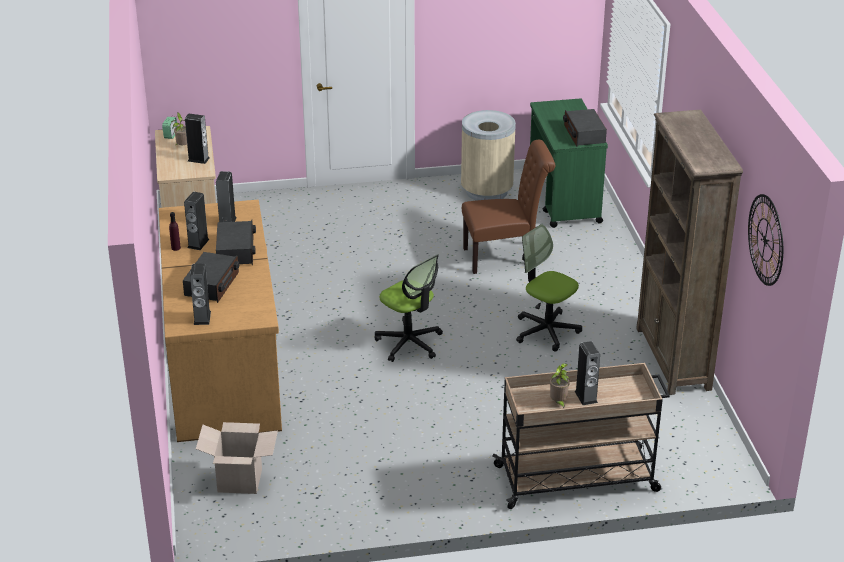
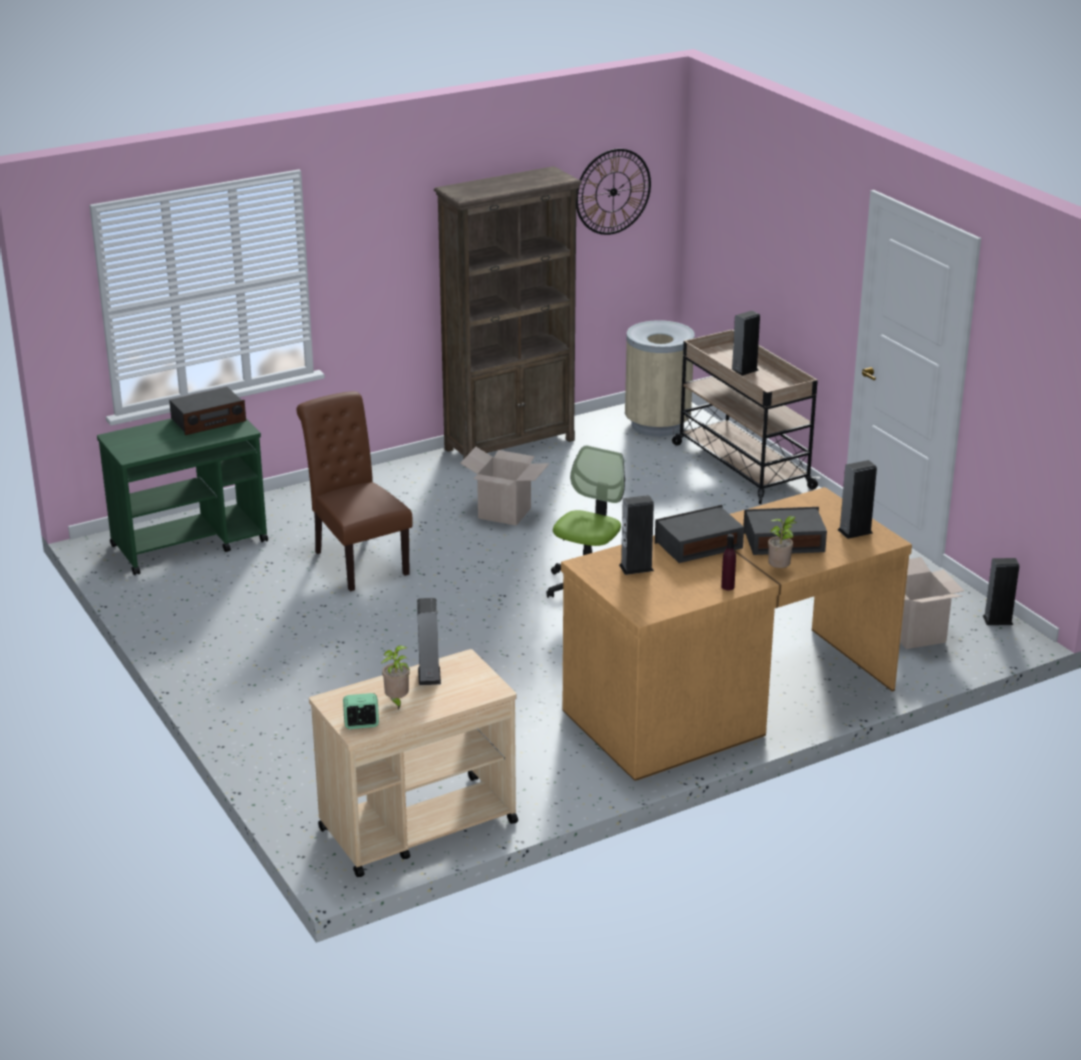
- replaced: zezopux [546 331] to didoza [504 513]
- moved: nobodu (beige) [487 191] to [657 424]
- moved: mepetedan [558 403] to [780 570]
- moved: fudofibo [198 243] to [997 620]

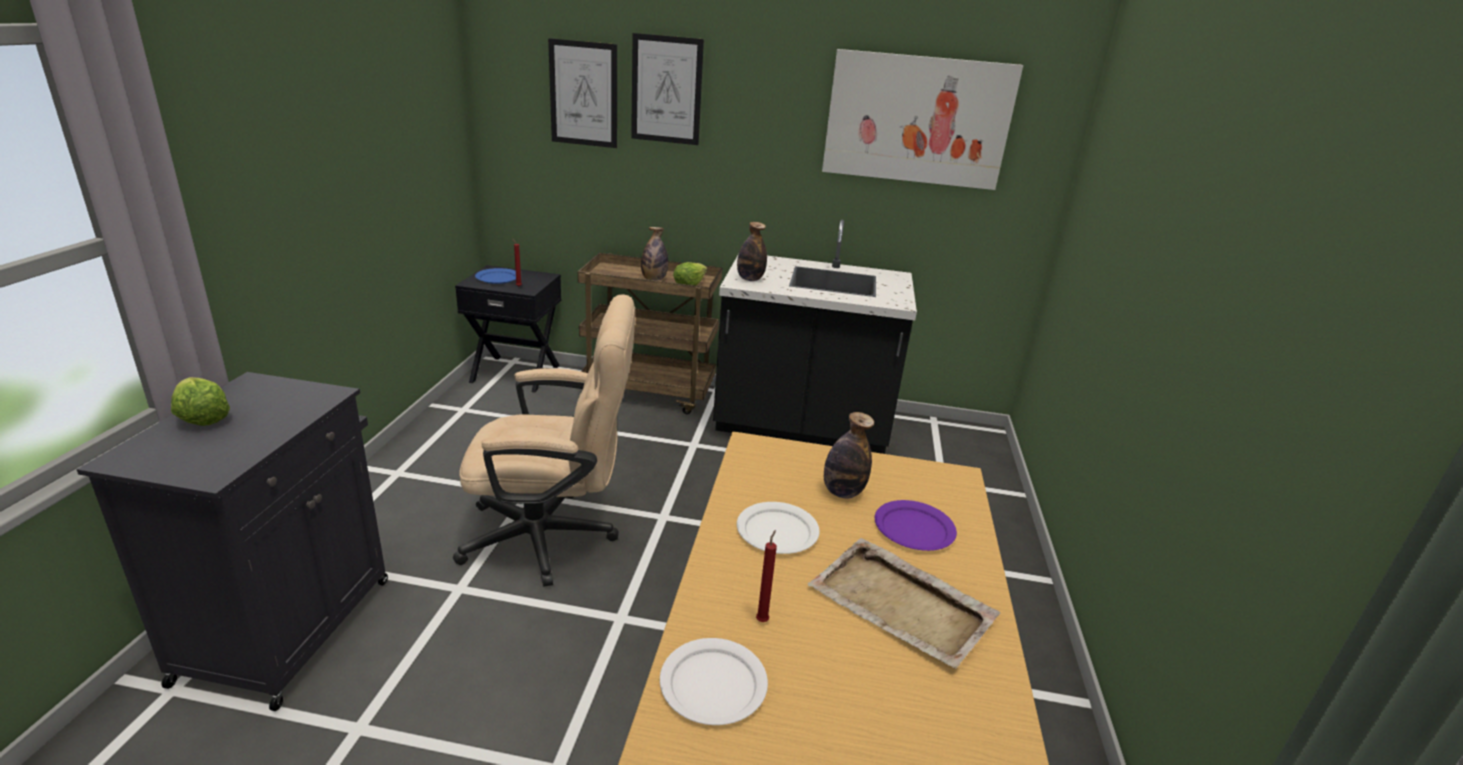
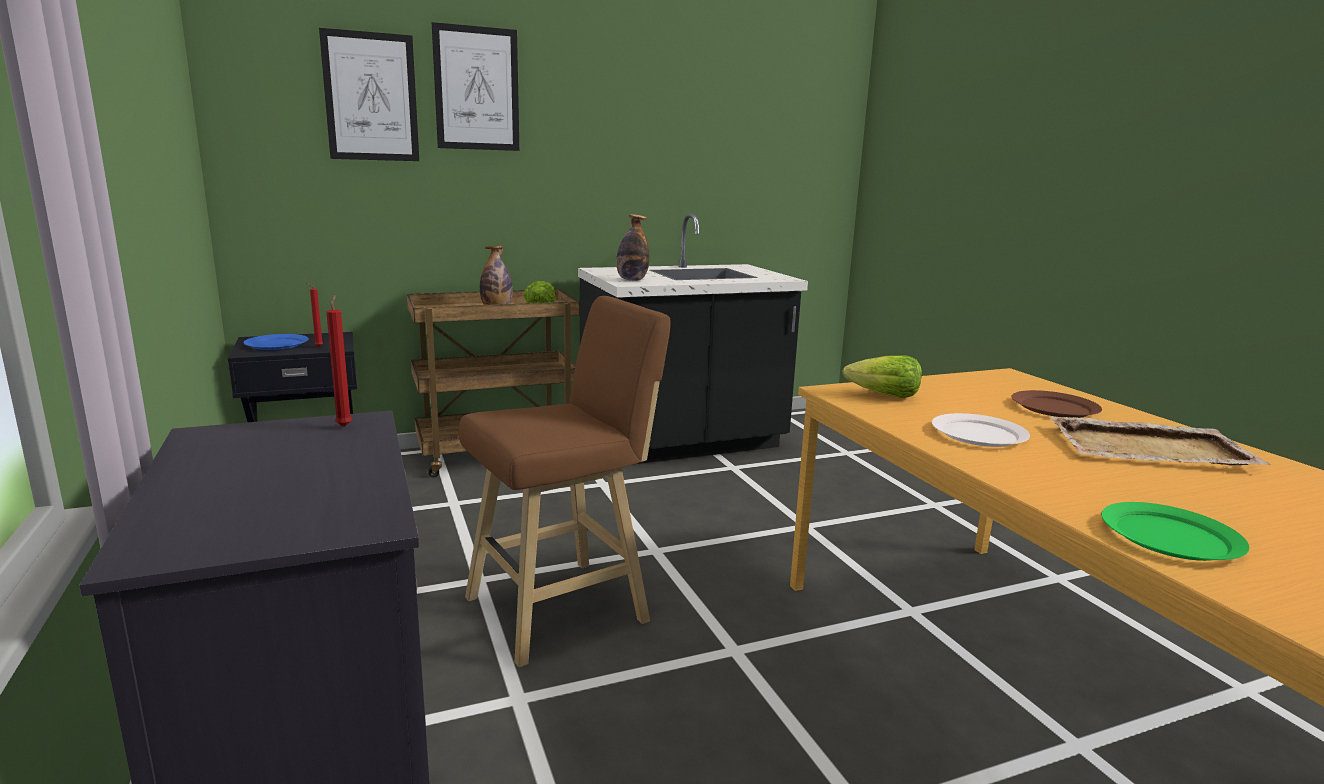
- moved: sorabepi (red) [762 620] to [344 426]
- replaced: zezopux (beige) [553 537] to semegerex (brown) [564 608]
- moved: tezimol [201 417] to [883 396]
- recoloured: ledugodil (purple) [913 528] to ledugodil (brown) [1053 407]
- recoloured: ledugodil (white) [713 685] to ledugodil (green) [1171 537]
- removed: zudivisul [917 120]
- removed: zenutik [842 492]

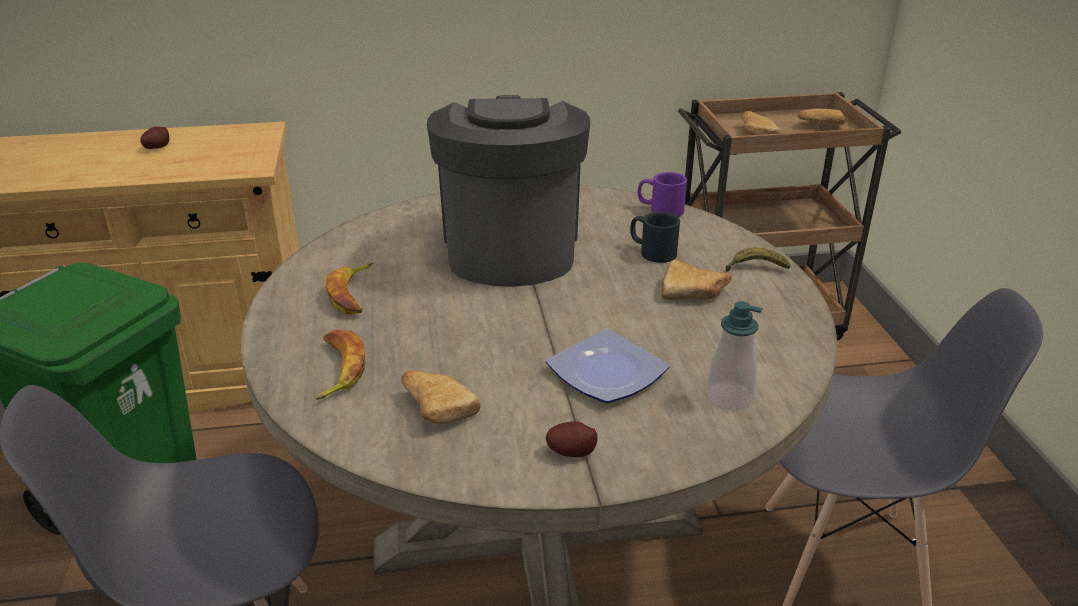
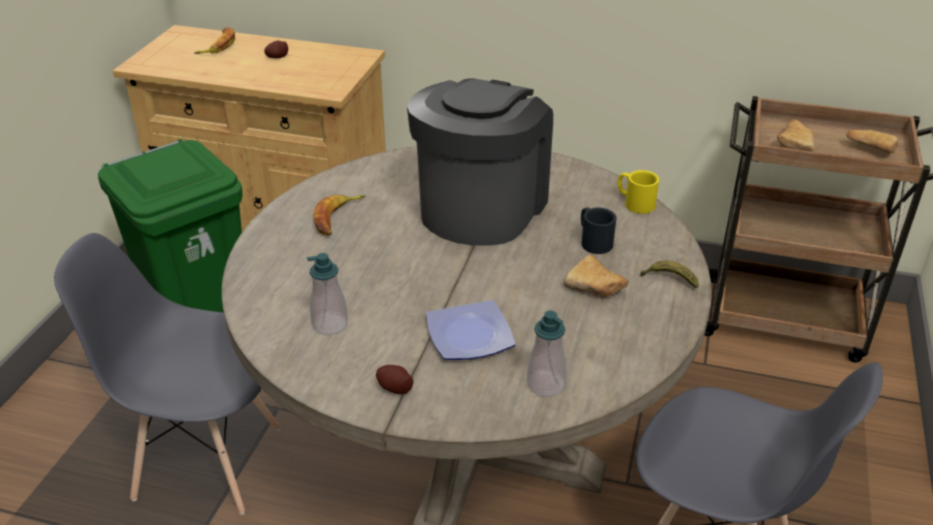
- moved: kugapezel [337 369] to [218 46]
- replaced: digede [436 406] to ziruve [330 324]
- recoloured: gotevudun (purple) [660 209] to gotevudun (yellow) [634 202]

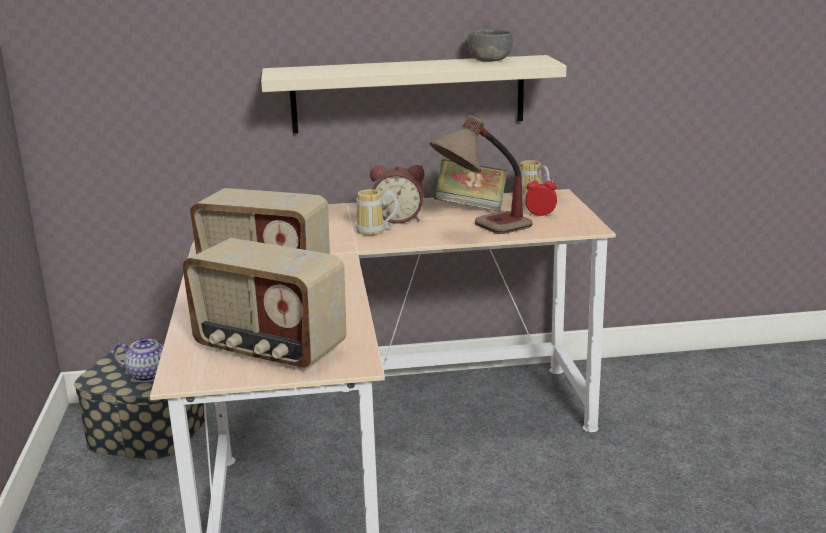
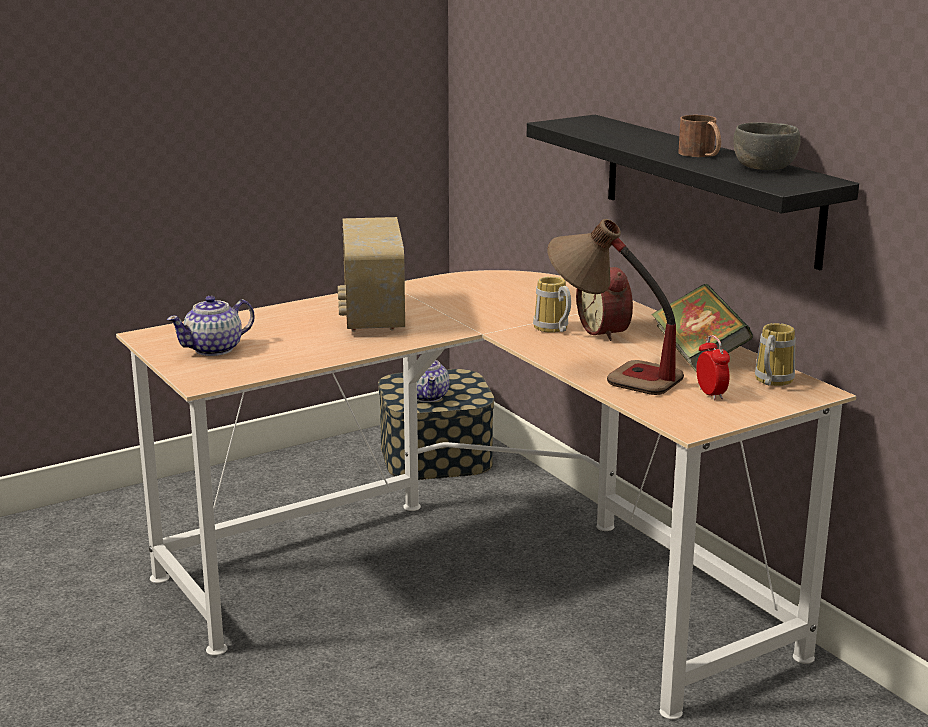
- replaced: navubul [269 350] to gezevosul [215 349]
- recoloured: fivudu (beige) [408 94] to fivudu (black) [709 188]
- added: gotevudun (brown) [701 155]

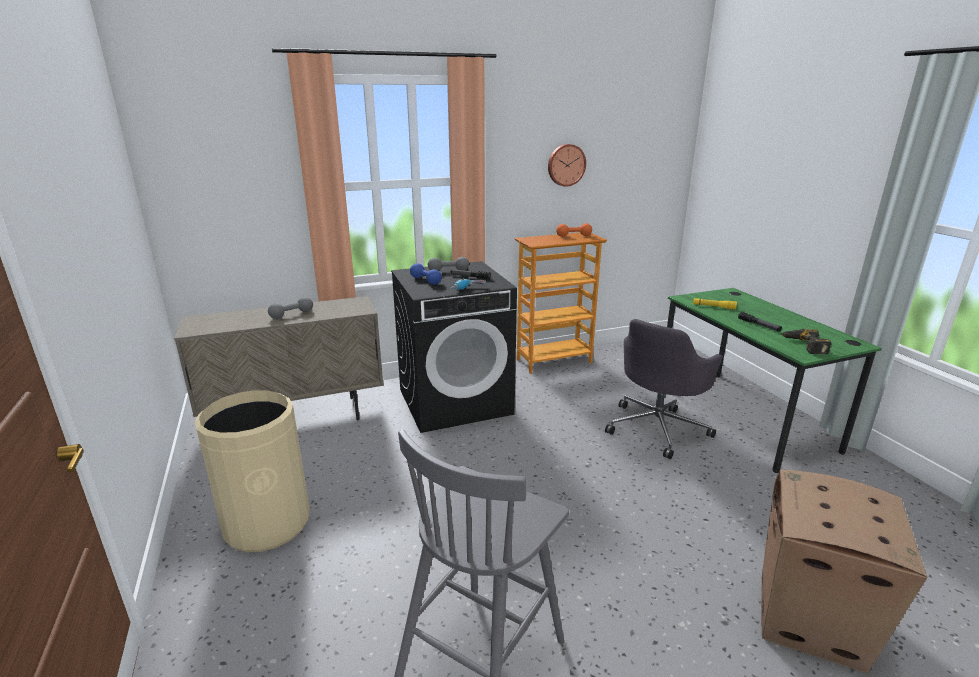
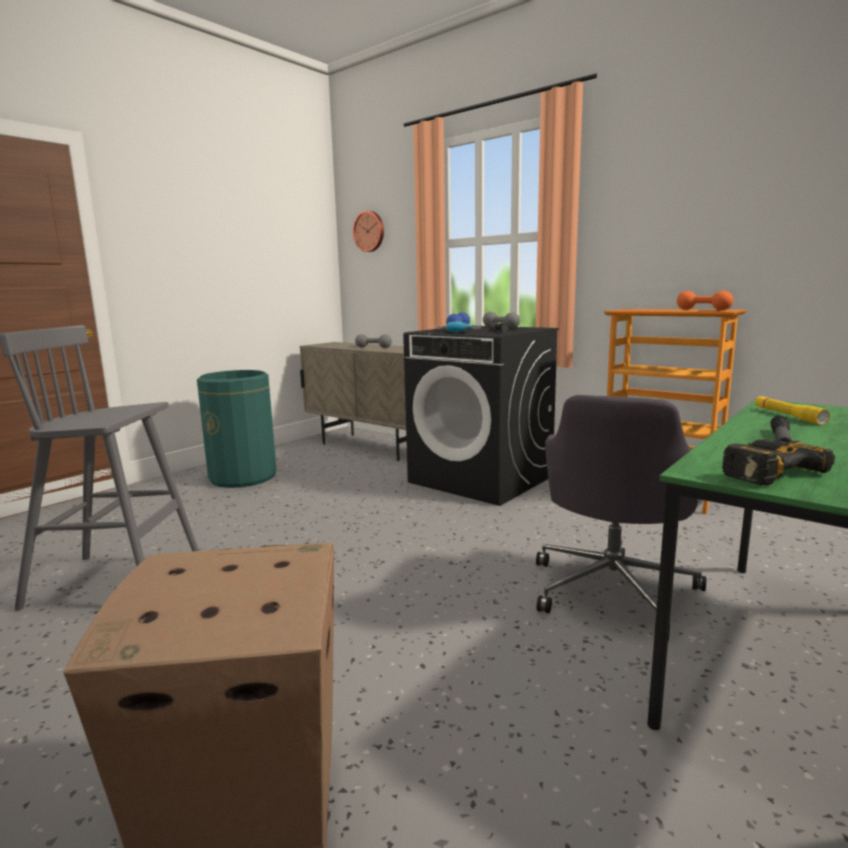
- recoloured: nobodu (beige) [267 523] to nobodu (green) [243 477]
- moved: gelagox [566 165] to [369 231]
- turned: zezopux (grey) [657 427] = [613 589] 75 degrees counterclockwise

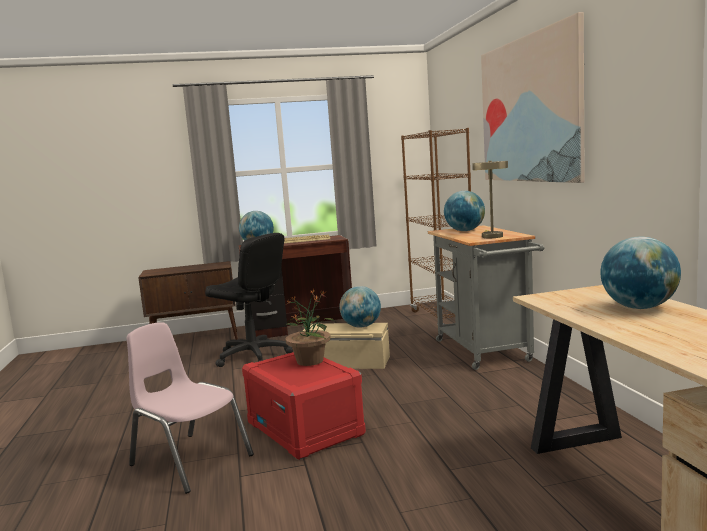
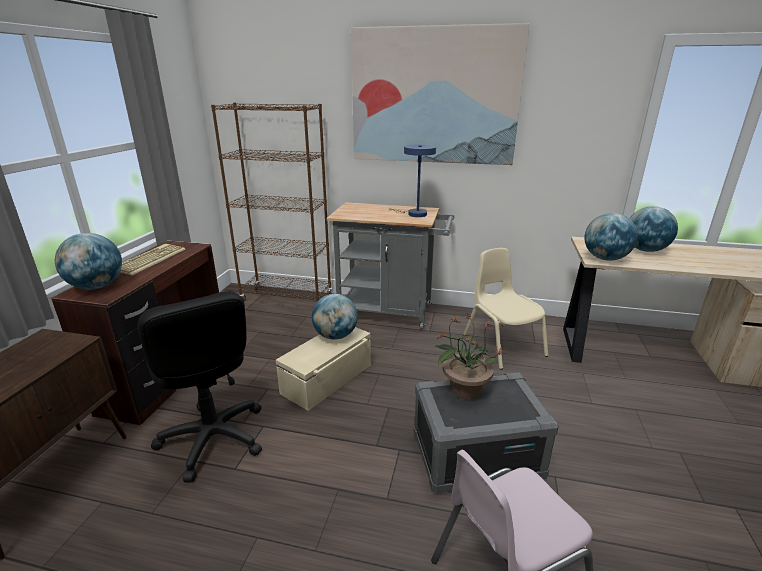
- turned: zezopux (black) [253 356] = [213 438] 90 degrees clockwise
- recoloured: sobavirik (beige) [491 236] to sobavirik (blue) [414 214]
- recoloured: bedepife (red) [306 429] to bedepife (grey) [476 454]
- added: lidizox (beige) [503 345]
- moved: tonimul [465 231] to [605 258]

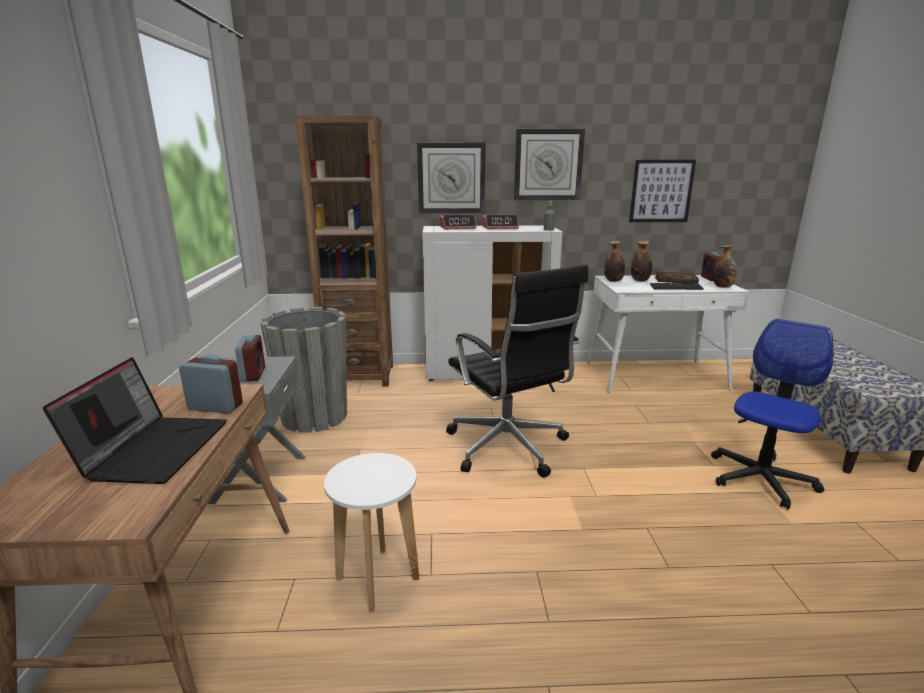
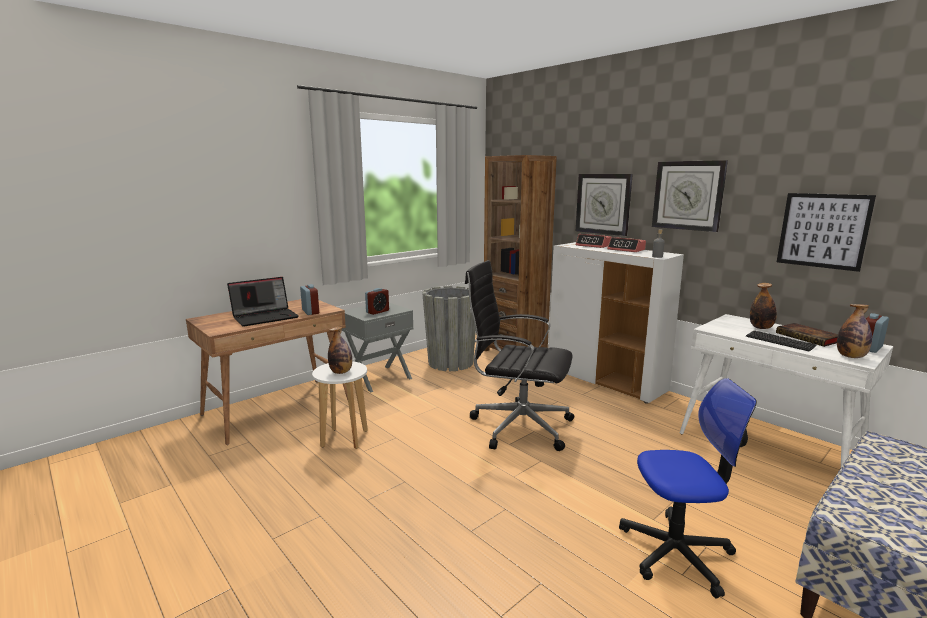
- moved: zenutik [613 281] to [341 372]
- turned: zezopux (black) [508 448] = [518 426] 90 degrees clockwise

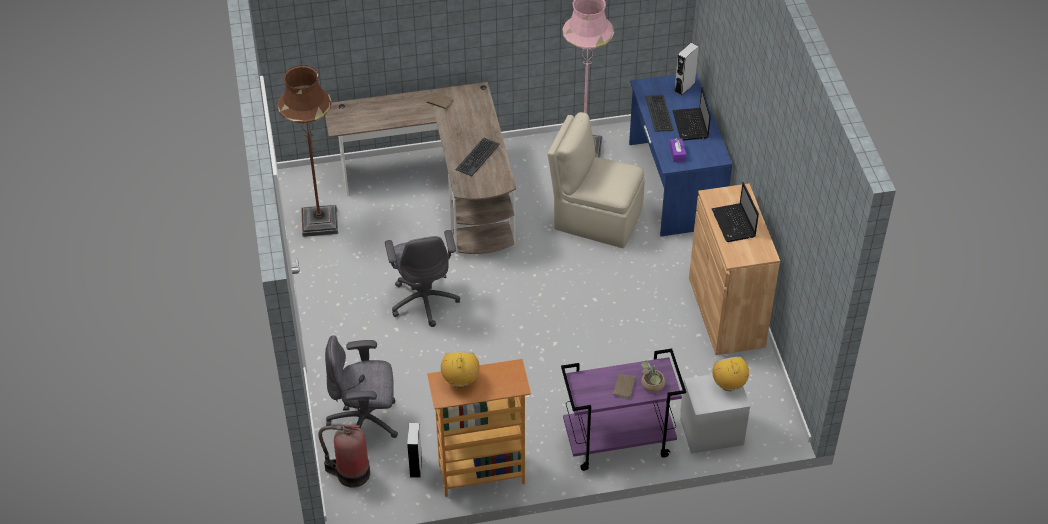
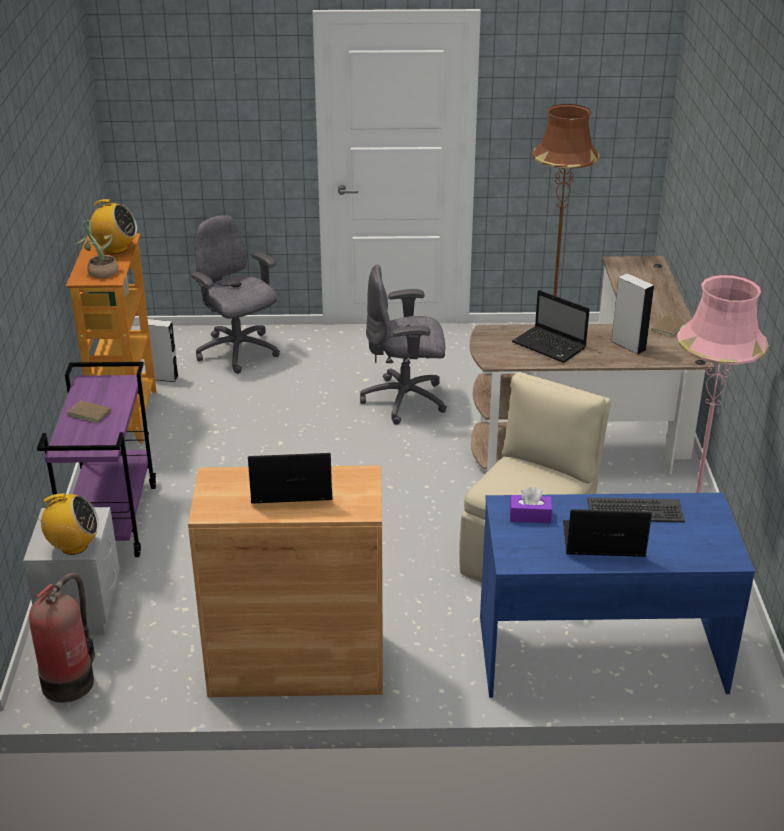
- moved: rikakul [350 473] to [70 680]
- moved: mepetedan [652 386] to [100 272]
- turned: zezopux (grey) [365 422] = [238 352] 45 degrees counterclockwise
- replaced: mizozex [477 157] to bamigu [550 346]
- moved: fudofibo (grey) [684 87] to [628 345]

